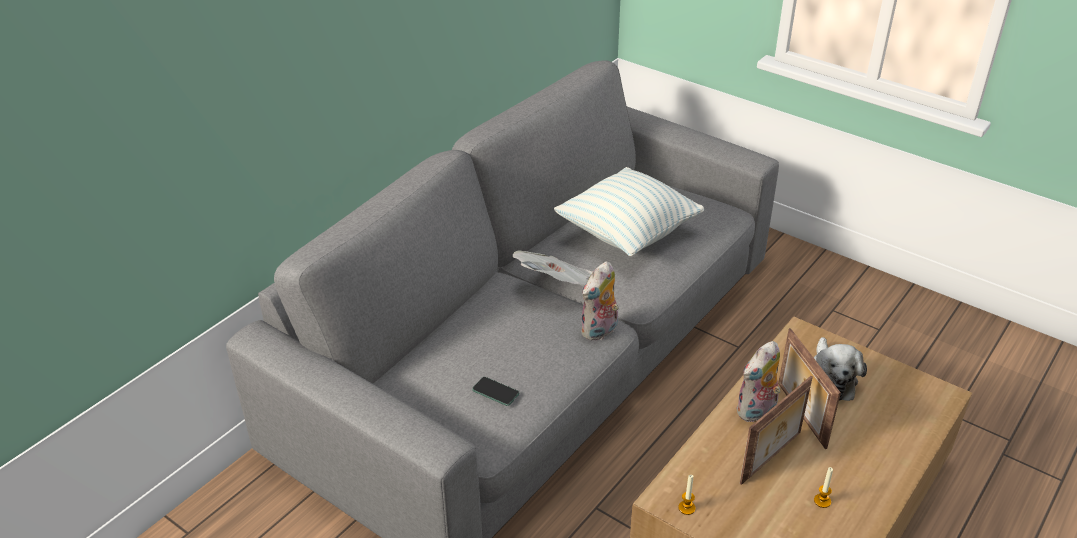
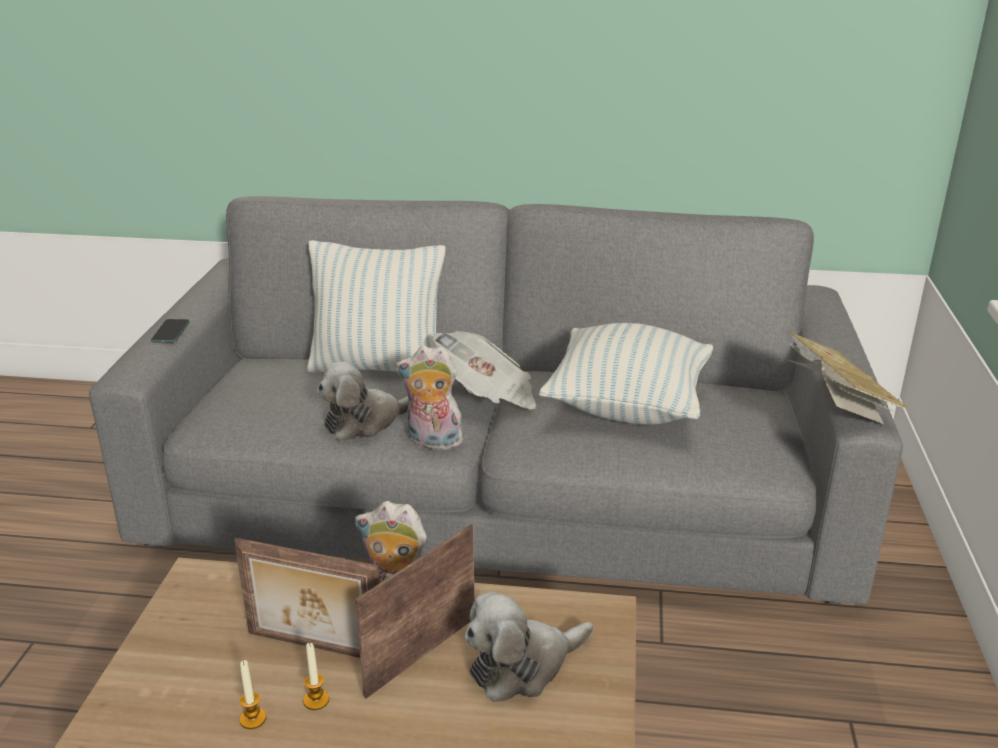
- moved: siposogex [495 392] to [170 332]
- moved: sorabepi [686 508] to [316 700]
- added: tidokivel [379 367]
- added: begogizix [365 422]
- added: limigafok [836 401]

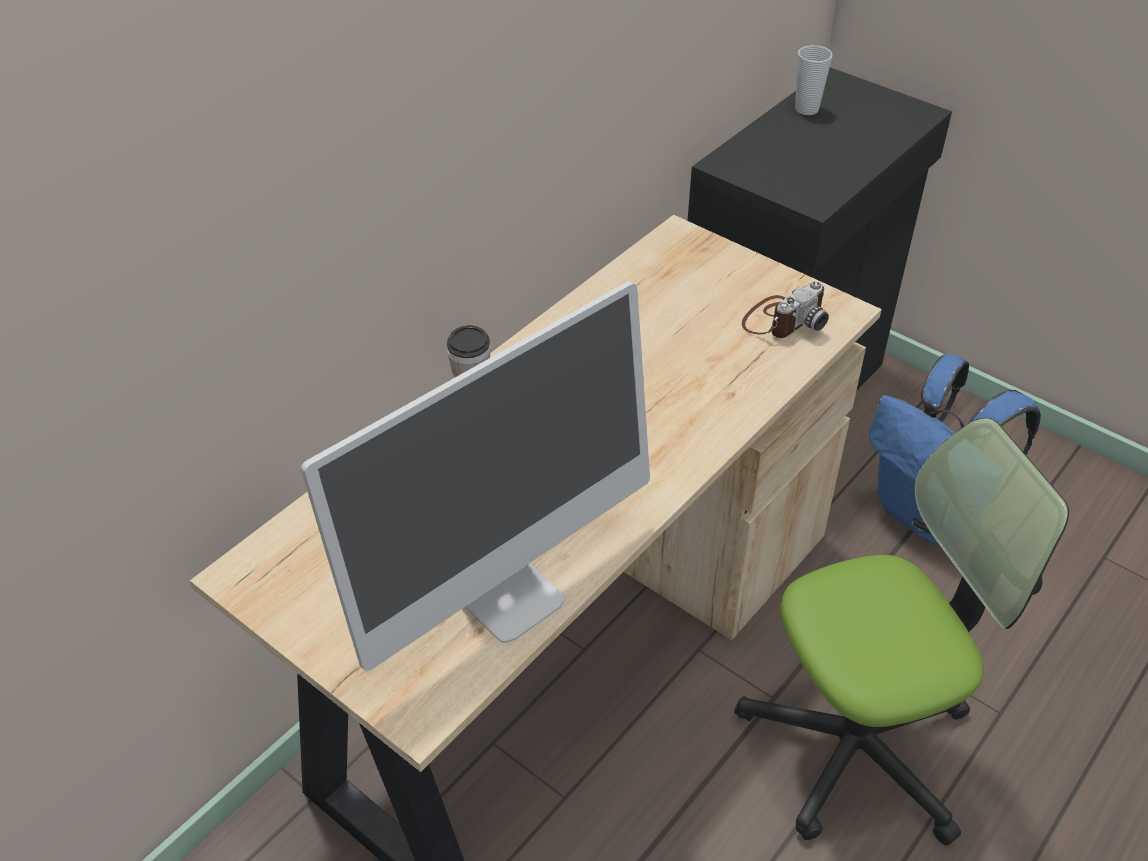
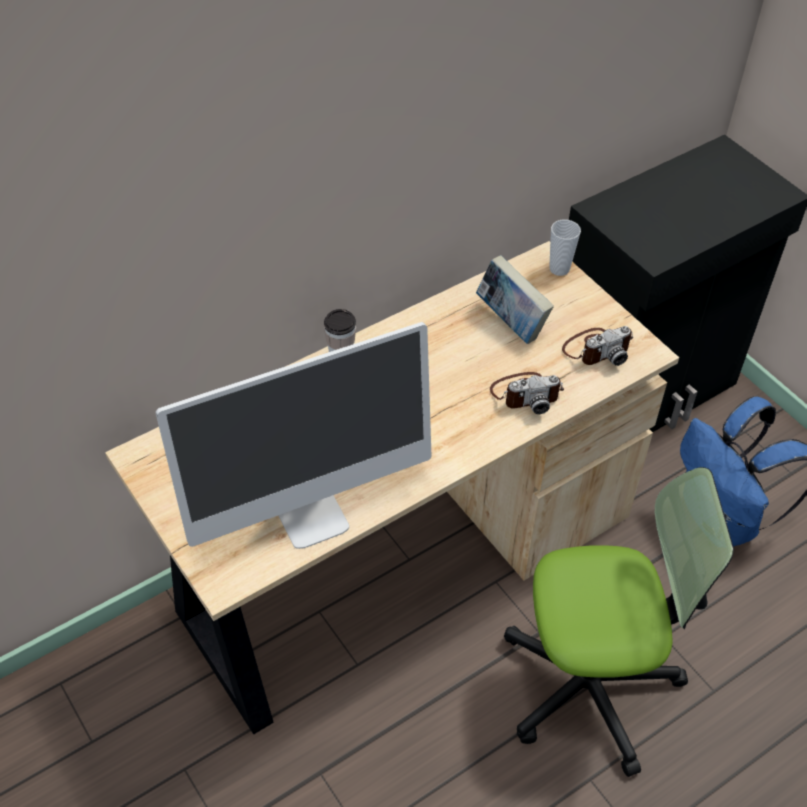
- added: limigafok [511 322]
- added: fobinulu [526 393]
- moved: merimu [806 109] to [559 269]

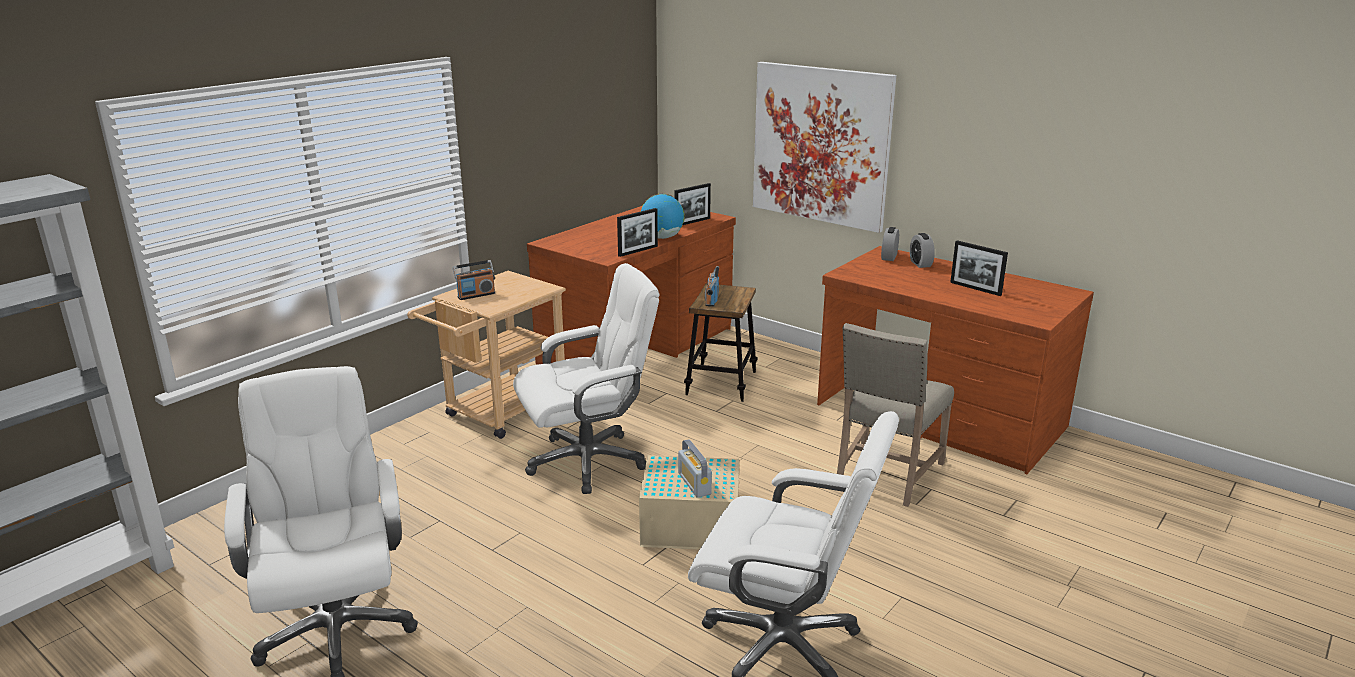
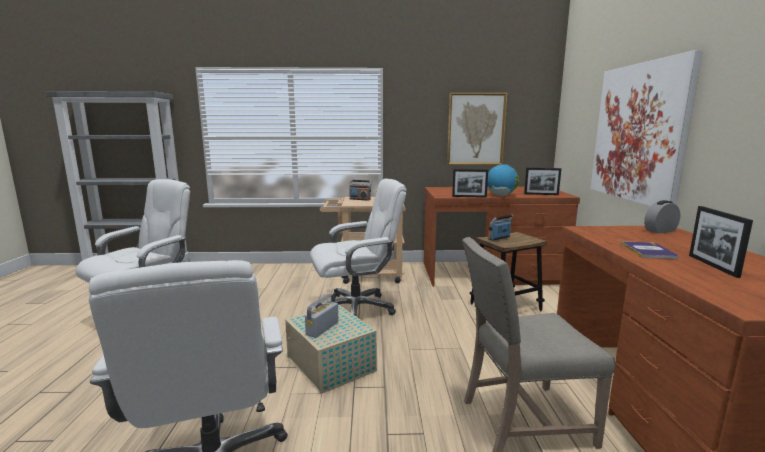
- turned: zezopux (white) [588 461] = [356 309] 45 degrees counterclockwise
- added: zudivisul [476 129]
- added: limigafok [648 251]
- removed: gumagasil [920 264]

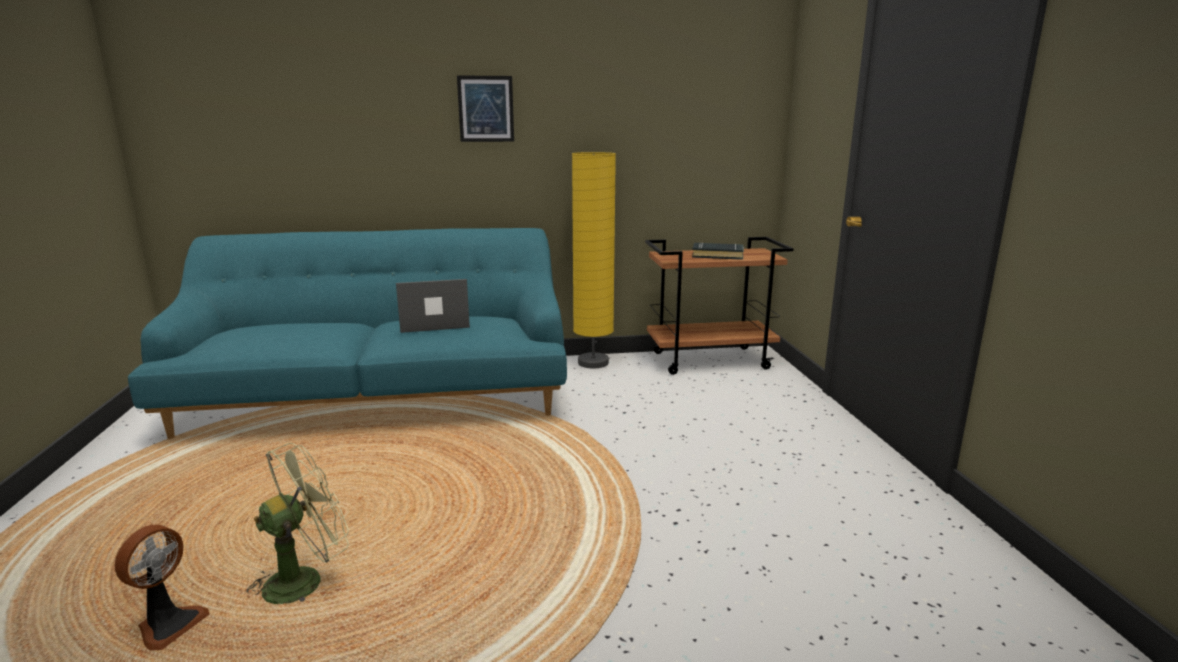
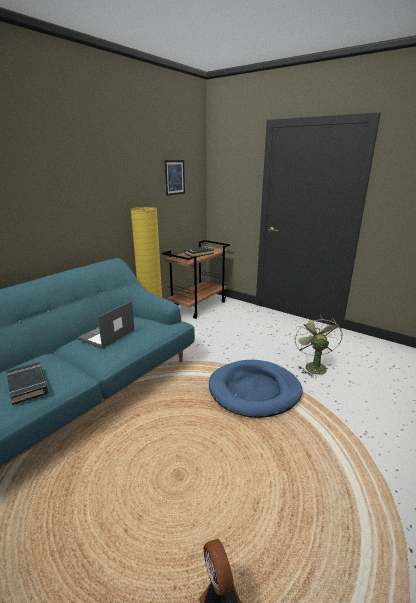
- added: limigafok (black) [28 386]
- moved: zudivisul [486 109] to [174 177]
- added: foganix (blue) [254 391]
- moved: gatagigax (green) [304 579] to [313 366]

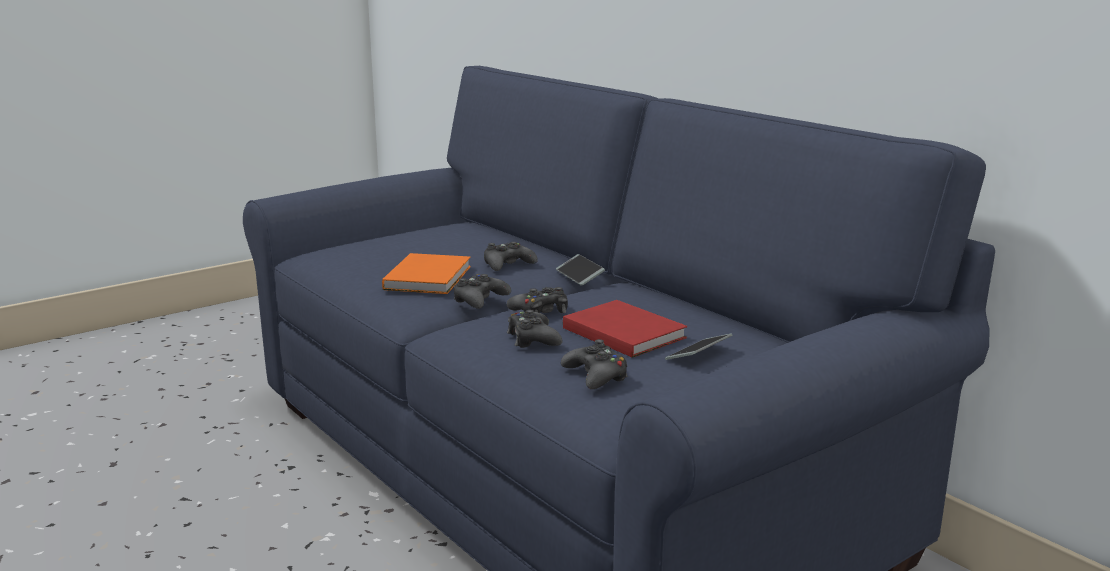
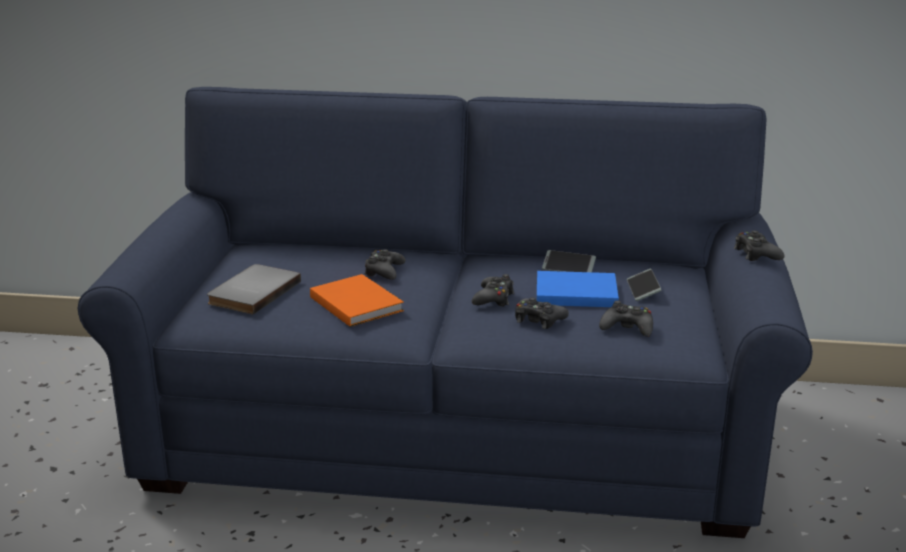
- added: limigafok (grey) [252 292]
- recoloured: limigafok (red) [623 331] to limigafok (blue) [573 292]
- moved: siposogex [579 276] to [568 268]
- moved: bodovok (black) [480 300] to [756 254]

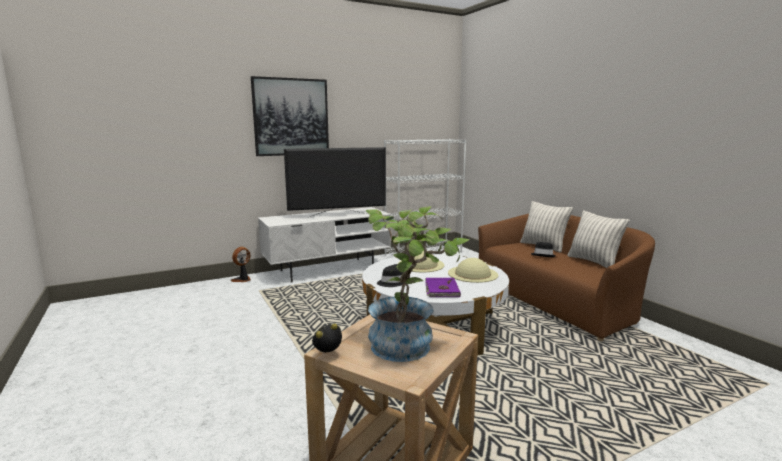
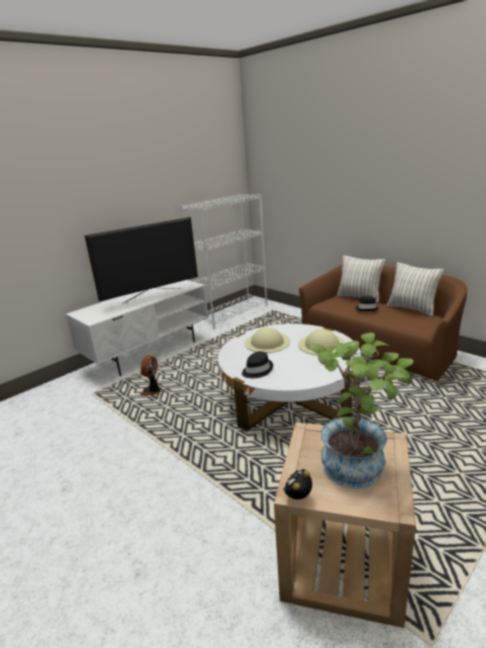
- moved: gatagigax [242 280] to [152 391]
- removed: zudivisul [291 117]
- removed: limigafok (purple) [441 289]

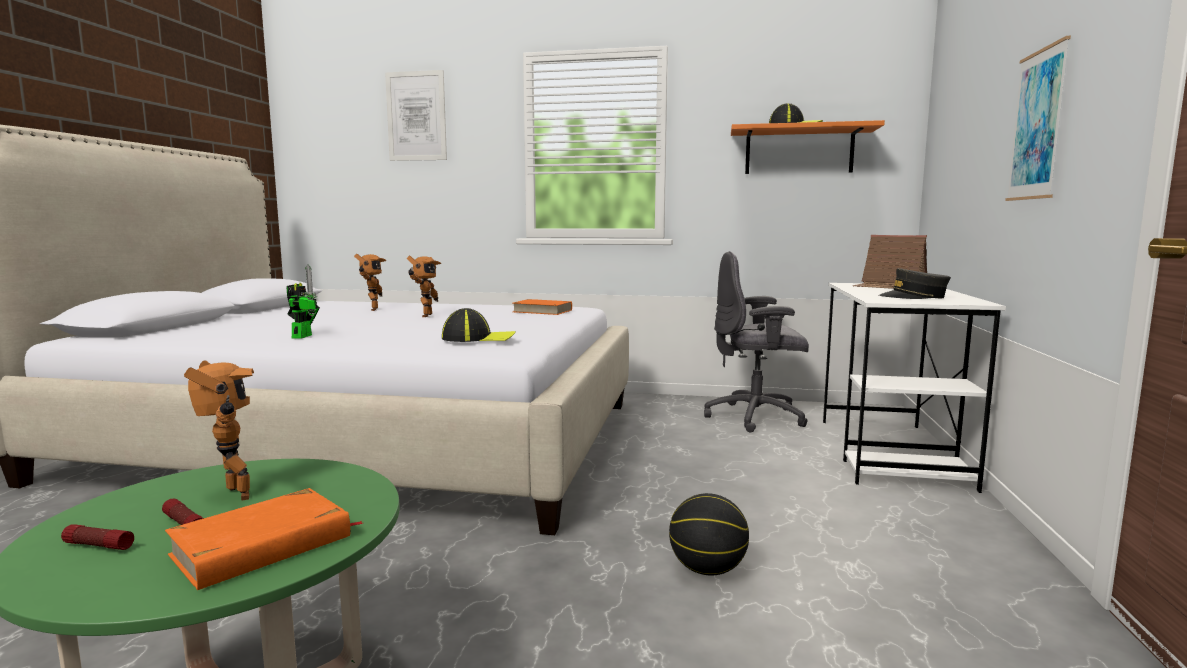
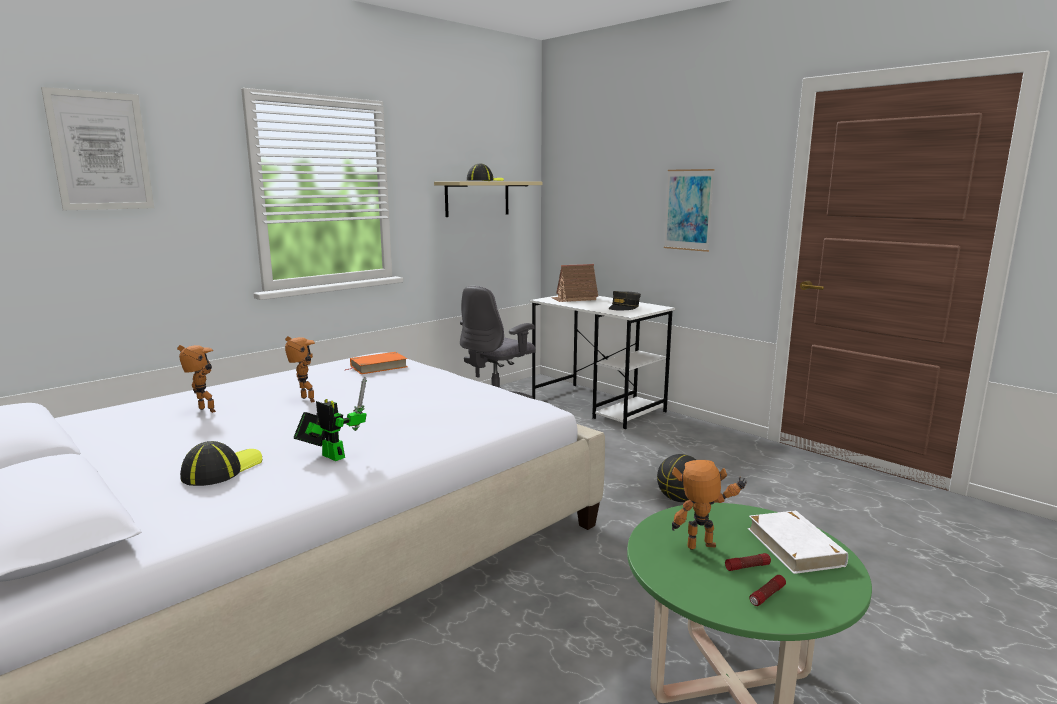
- moved: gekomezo [478 338] to [222 469]
- recoloured: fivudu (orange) [799 151] to fivudu (beige) [477 198]
- recoloured: limigafok (orange) [263 546] to limigafok (white) [794 546]

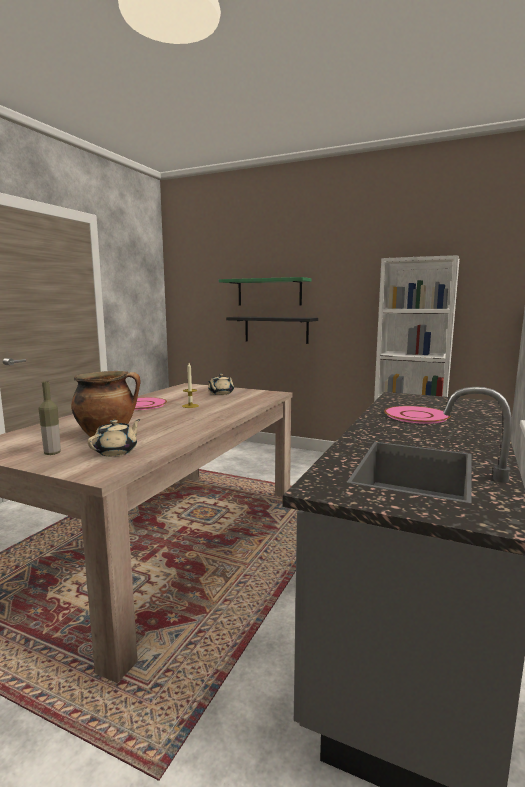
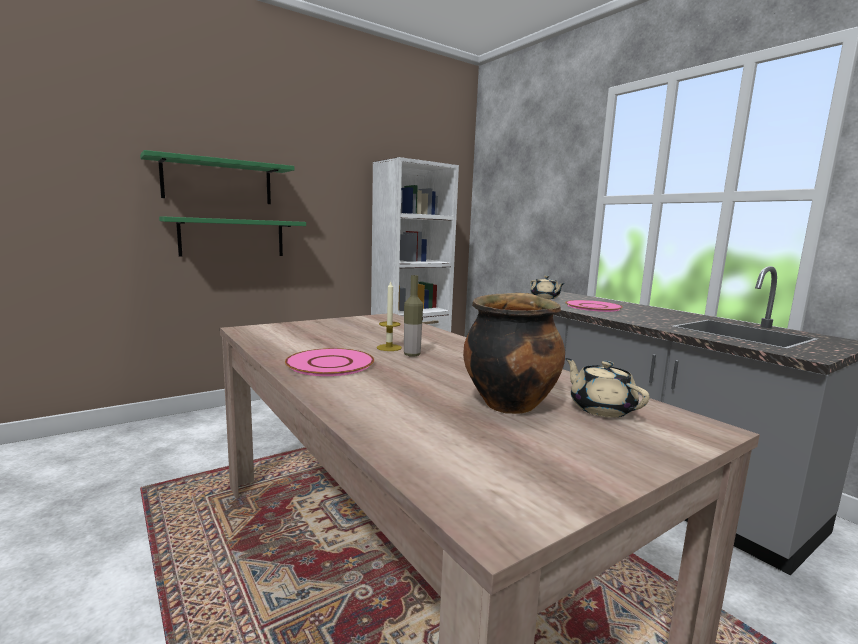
- recoloured: fivudu (black) [276 329] to fivudu (green) [232 237]
- moved: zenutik [52 453] to [412 355]
- moved: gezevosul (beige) [220 393] to [545 298]

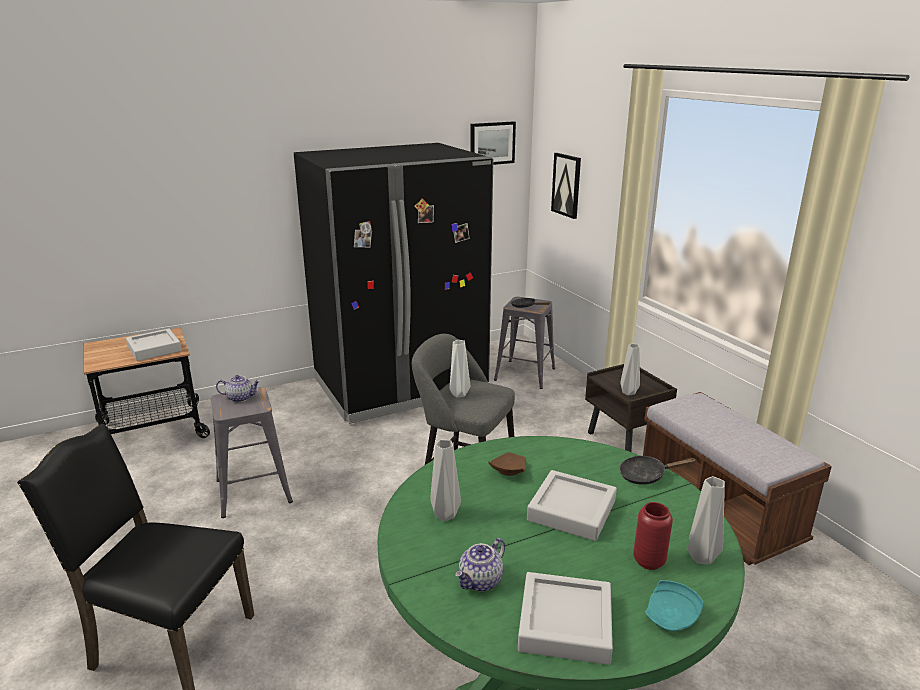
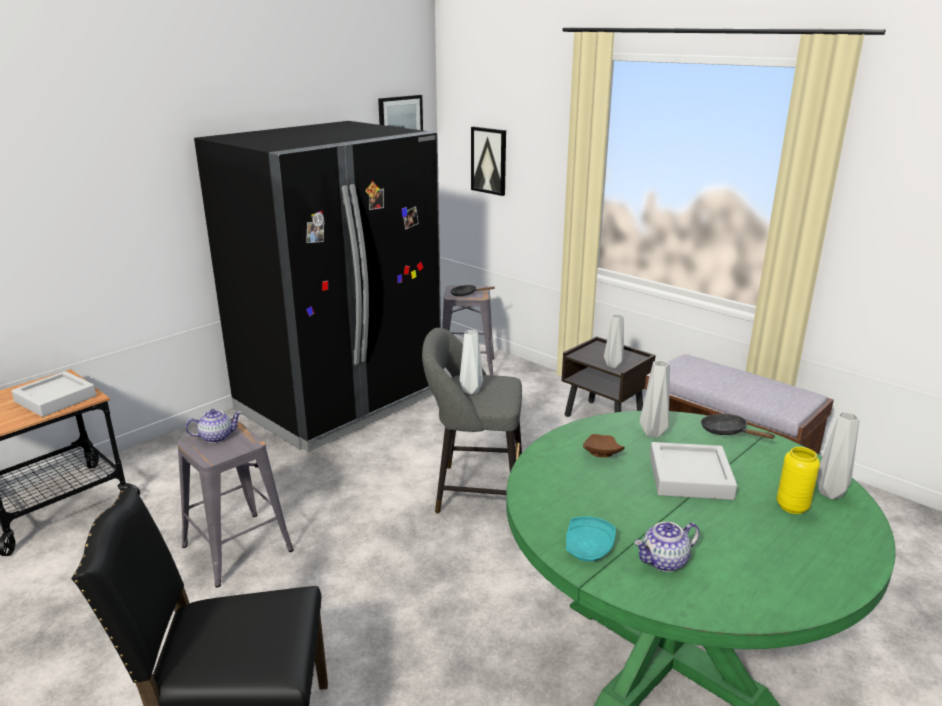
- moved: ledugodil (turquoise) [671 616] to [589 549]
- turned: gezevosul [480 581] = [664 562] 45 degrees clockwise
- moved: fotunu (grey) [446 515] to [654 433]
- turned: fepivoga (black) [646 475] = [727 432] 75 degrees clockwise
- recoloured: fotunu (red) [649 561] to fotunu (yellow) [792 507]
- removed: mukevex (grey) [565 623]

